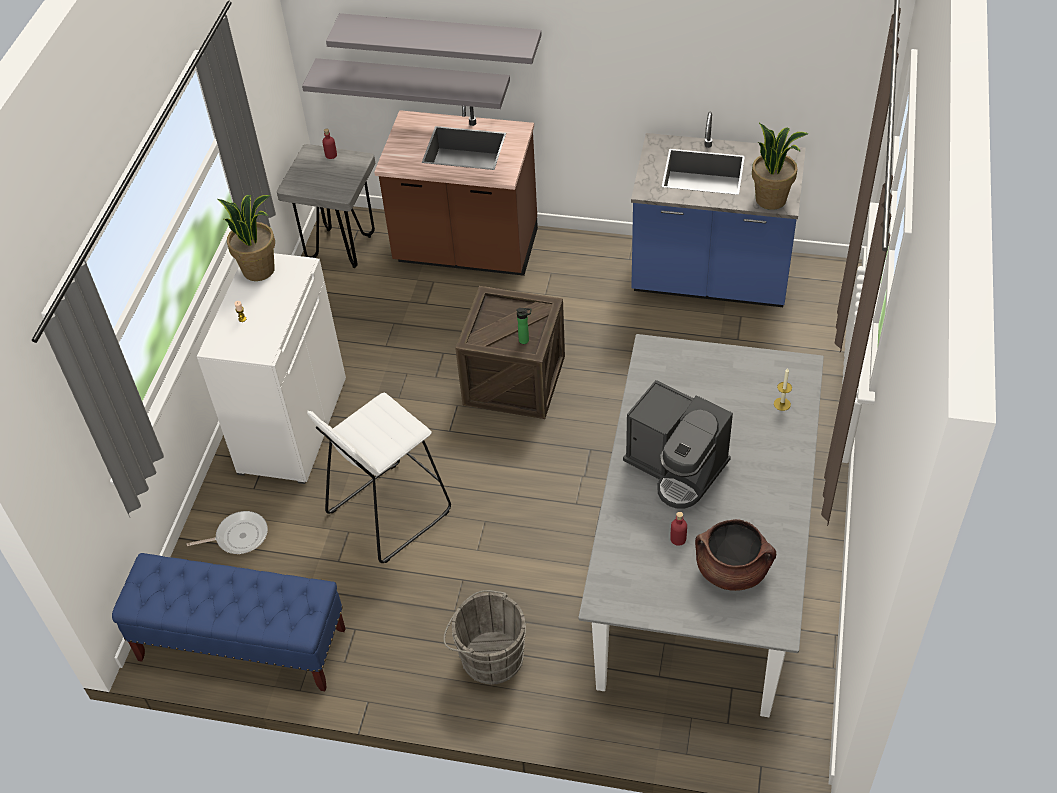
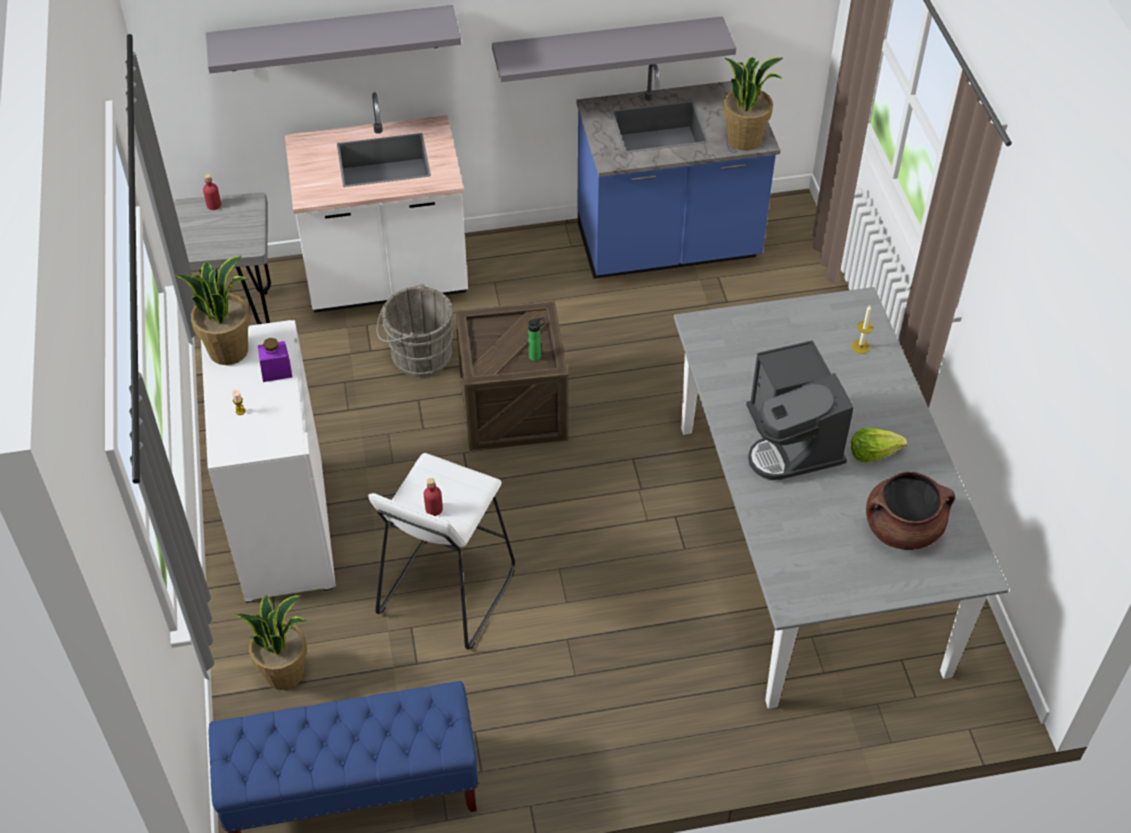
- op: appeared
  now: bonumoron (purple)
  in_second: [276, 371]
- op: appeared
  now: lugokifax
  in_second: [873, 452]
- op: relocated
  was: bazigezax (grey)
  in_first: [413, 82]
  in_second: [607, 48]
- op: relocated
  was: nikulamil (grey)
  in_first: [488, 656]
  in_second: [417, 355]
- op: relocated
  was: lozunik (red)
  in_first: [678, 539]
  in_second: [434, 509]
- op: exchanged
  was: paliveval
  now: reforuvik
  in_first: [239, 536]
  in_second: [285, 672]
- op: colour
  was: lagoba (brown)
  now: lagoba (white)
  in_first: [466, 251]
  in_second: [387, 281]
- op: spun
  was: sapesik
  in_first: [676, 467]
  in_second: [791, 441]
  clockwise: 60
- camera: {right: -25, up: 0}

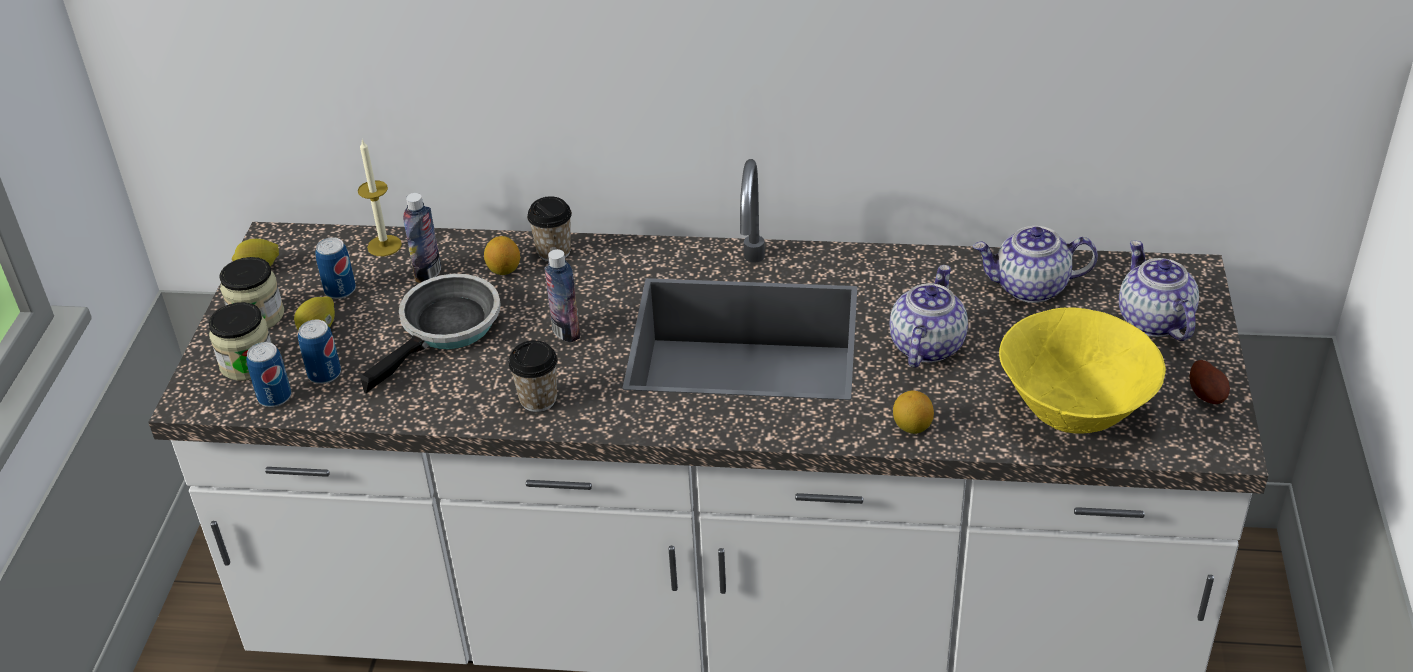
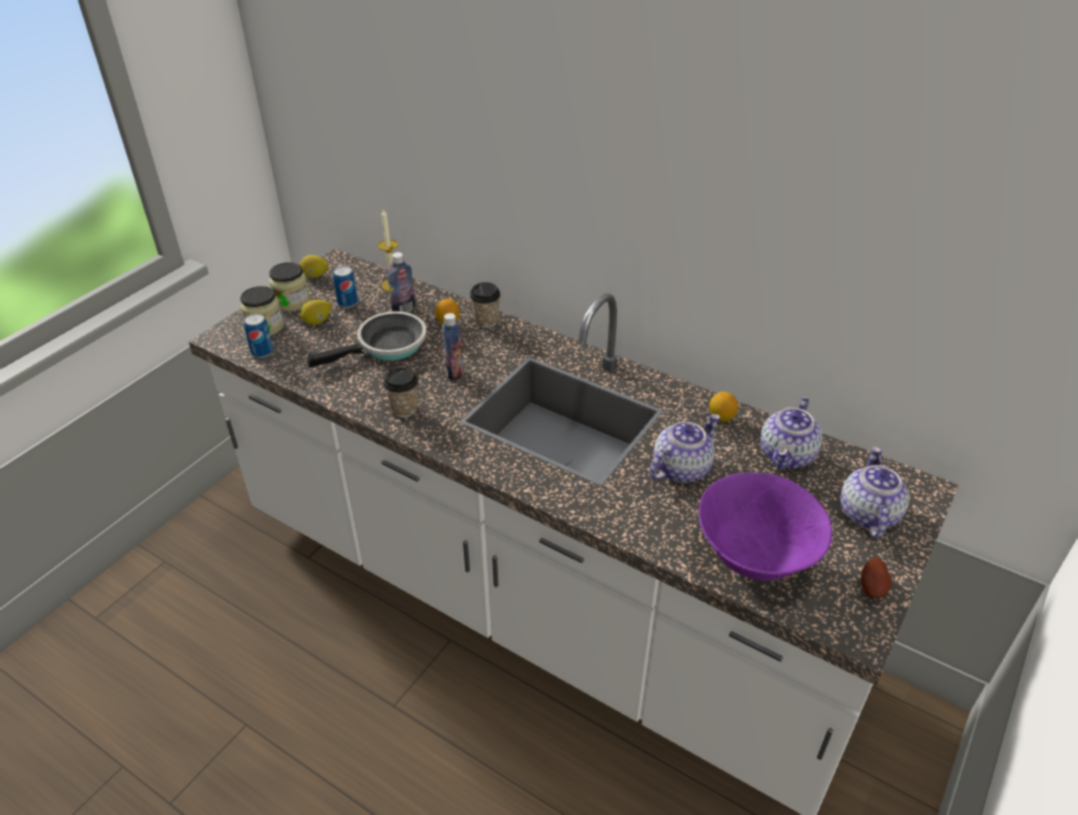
- op: missing
  was: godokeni
  in_first: [324, 374]
- op: relocated
  was: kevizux
  in_first: [912, 427]
  in_second: [721, 417]
- op: colour
  was: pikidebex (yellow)
  now: pikidebex (purple)
  in_first: [1074, 415]
  in_second: [755, 561]
- op: spun
  was: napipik
  in_first: [1030, 287]
  in_second: [787, 455]
  clockwise: -90
- camera: {right: 25, up: 0}

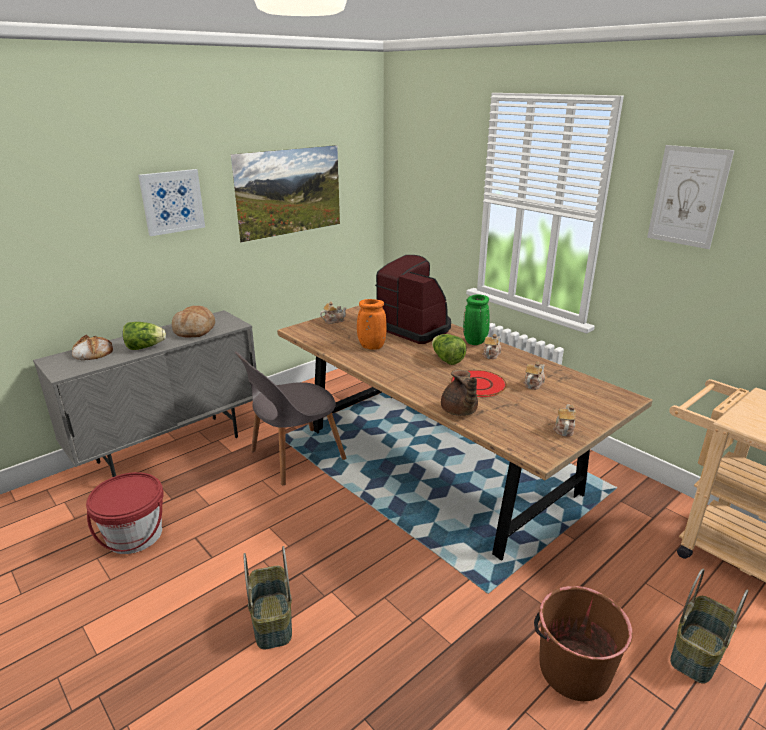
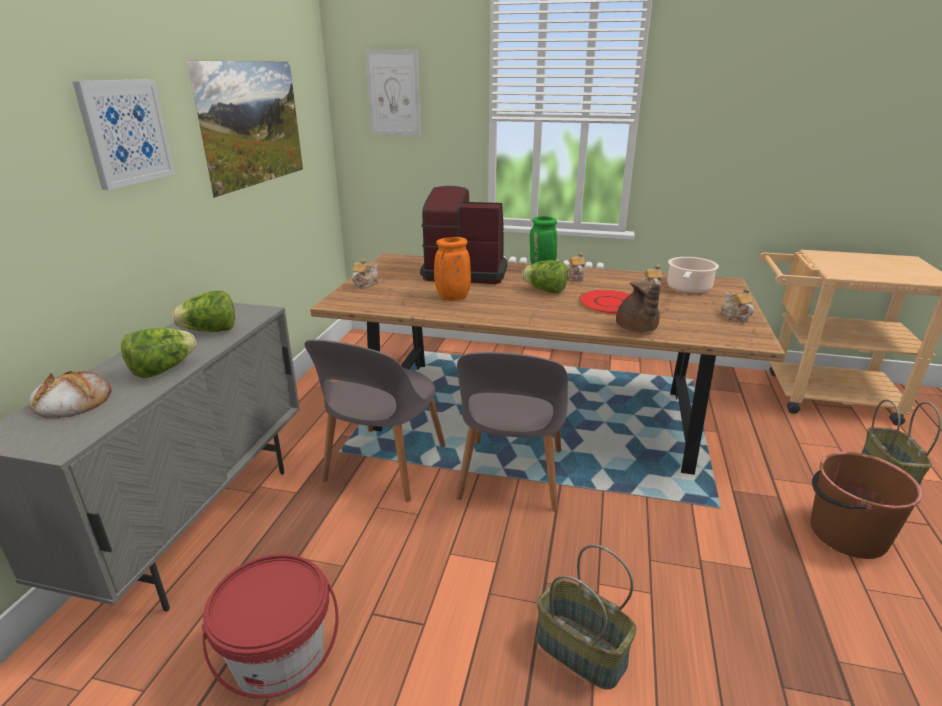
- op: appeared
  now: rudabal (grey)
  in_second: [511, 477]
- op: appeared
  now: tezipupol
  in_second: [688, 289]
- op: relocated
  was: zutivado
  in_first: [688, 196]
  in_second: [393, 93]
- op: exchanged
  was: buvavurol
  now: lugokifax
  in_first: [195, 330]
  in_second: [210, 331]
- op: spun
  was: napipik (brown)
  in_first: [459, 411]
  in_second: [636, 329]
  clockwise: 45
- camera: {right: -35, up: 0}

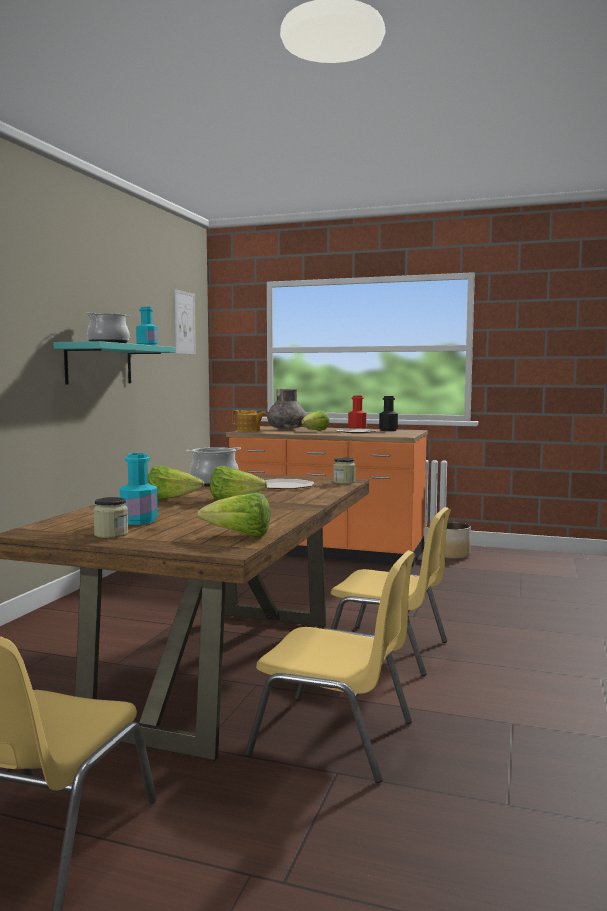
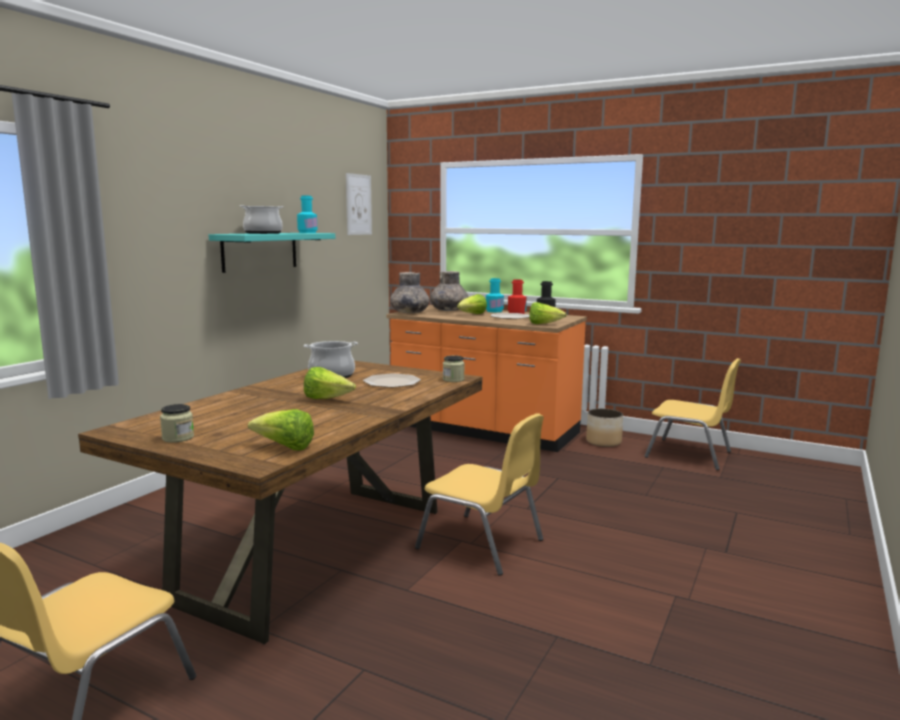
- op: relocated
  was: lozunik (turquoise)
  in_first: [139, 521]
  in_second: [494, 311]
- op: relocated
  was: lugokifax
  in_first: [171, 499]
  in_second: [544, 324]
- op: relocated
  was: rudabal (yellow)
  in_first: [335, 738]
  in_second: [690, 455]
- op: exchanged
  was: napipik
  now: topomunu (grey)
  in_first: [249, 431]
  in_second: [409, 312]
- camera: {right: 10, up: 5}

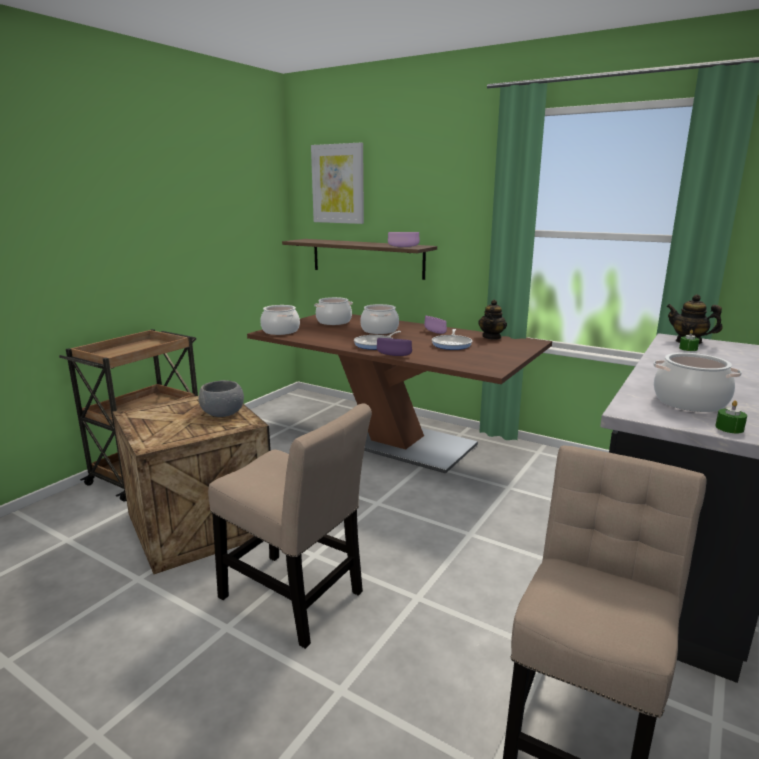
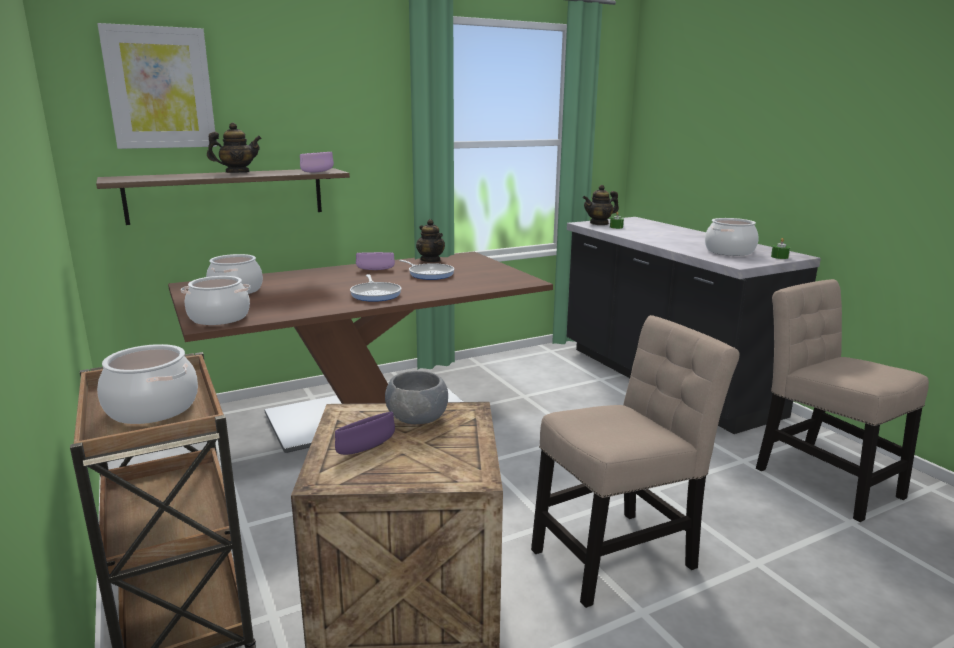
- op: appeared
  now: napipik
  in_second: [237, 173]
- op: relocated
  was: tezipupol
  in_first: [379, 330]
  in_second: [151, 408]
- op: relocated
  was: pikidebex (purple)
  in_first: [394, 355]
  in_second: [366, 448]
- camera: {right: -60, up: 0}

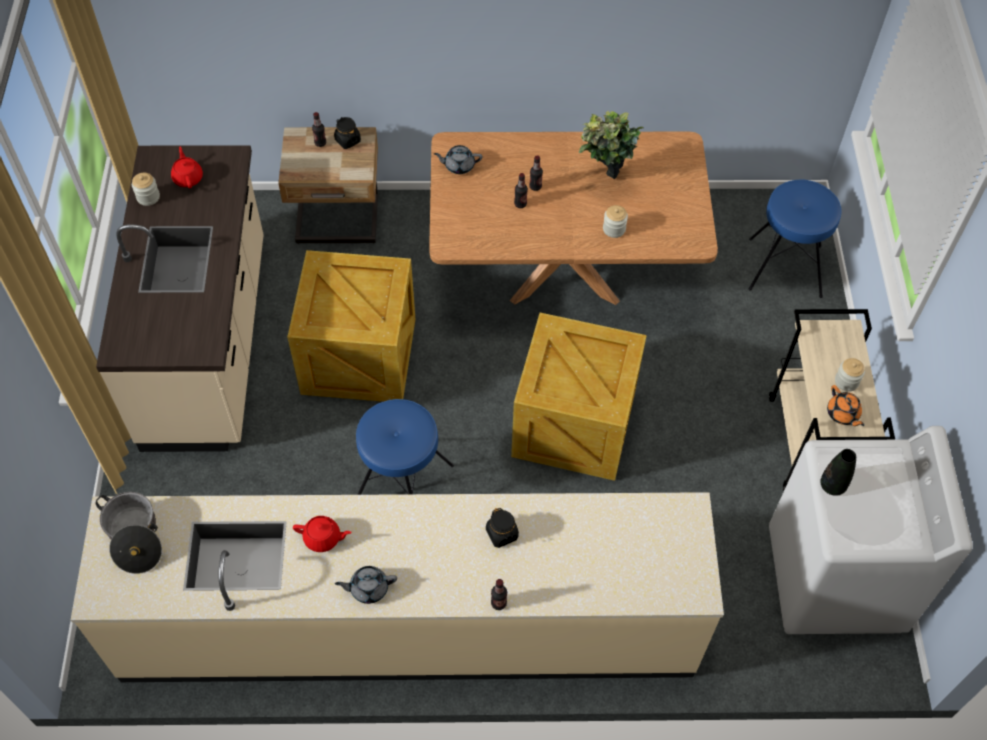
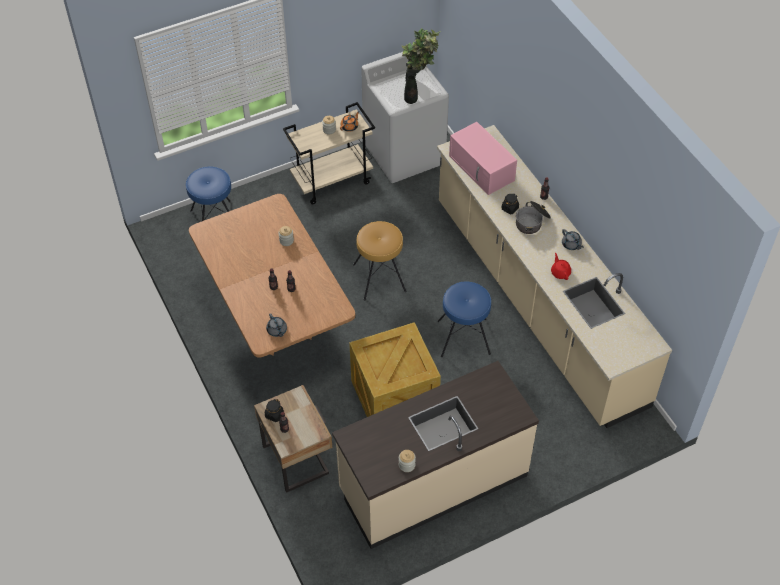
- op: missing
  was: napipik (red)
  in_first: [188, 178]
- op: appeared
  now: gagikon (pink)
  in_second: [482, 168]
- op: relocated
  was: tezipupol
  in_first: [135, 538]
  in_second: [532, 222]
- op: relocated
  was: reforuvik
  in_first: [603, 184]
  in_second: [420, 81]
- op: exchanged
  was: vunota
  now: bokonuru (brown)
  in_first: [575, 426]
  in_second: [380, 277]
- camera: {right: -115, up: -5}

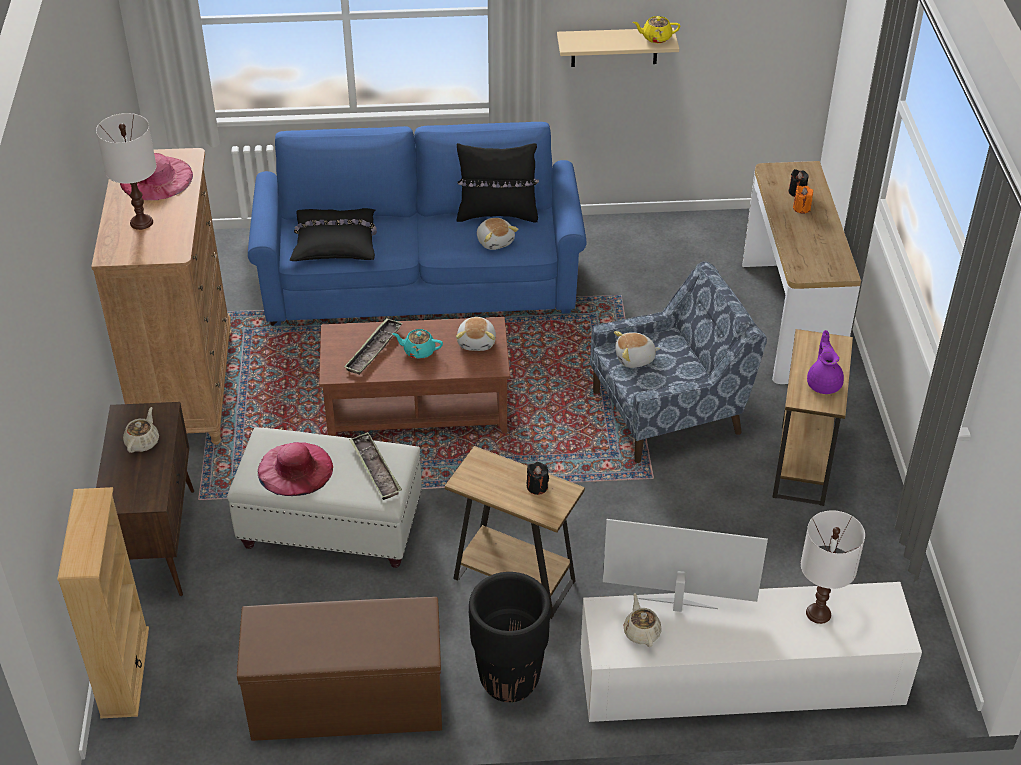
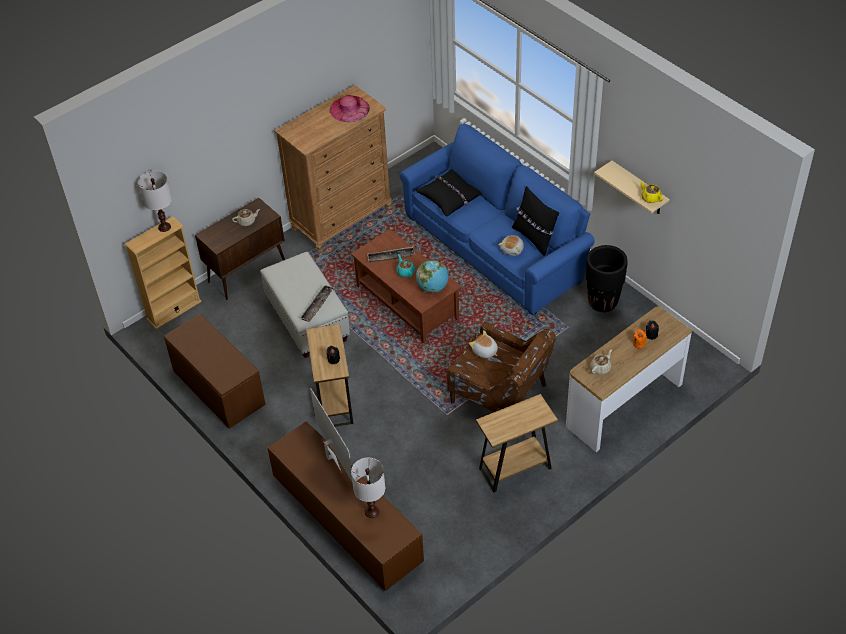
- op: missing
  was: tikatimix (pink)
  in_first: [295, 469]
- op: missing
  was: napipik (purple)
  in_first: [824, 383]
- op: relocated
  was: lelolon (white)
  in_first: [141, 222]
  in_second: [164, 227]
- op: relocated
  was: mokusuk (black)
  in_first: [509, 680]
  in_second: [603, 302]
- op: relocated
  was: napipik (beige)
  in_first: [641, 632]
  in_second: [601, 368]
- op: exchanged
  was: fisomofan
  now: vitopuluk
  in_first: [477, 342]
  in_second: [432, 287]
- op: colour
  was: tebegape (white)
  now: tebegape (brown)
  in_first: [738, 682]
  in_second: [345, 518]
- op: colour
  was: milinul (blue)
  now: milinul (brown)
  in_first: [669, 412]
  in_second: [500, 395]
- camera: {right: 55, up: 5}

